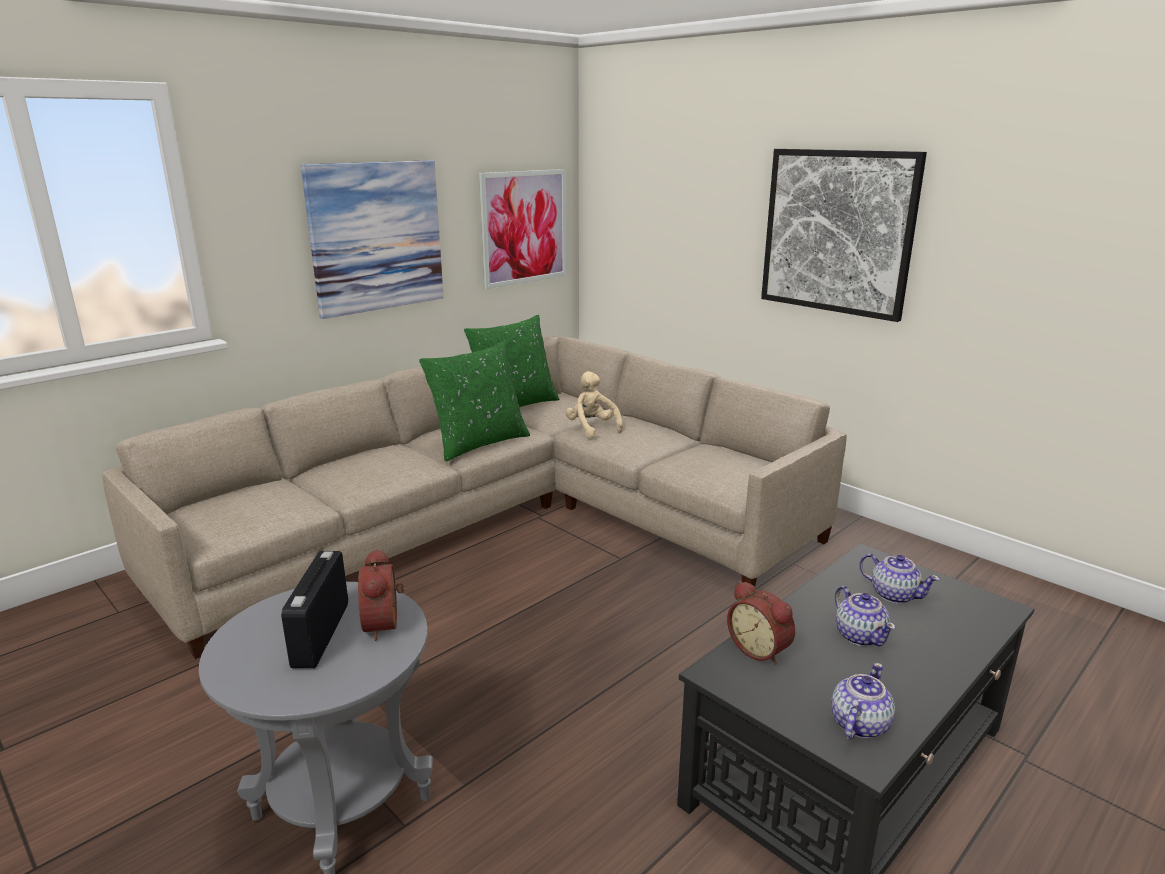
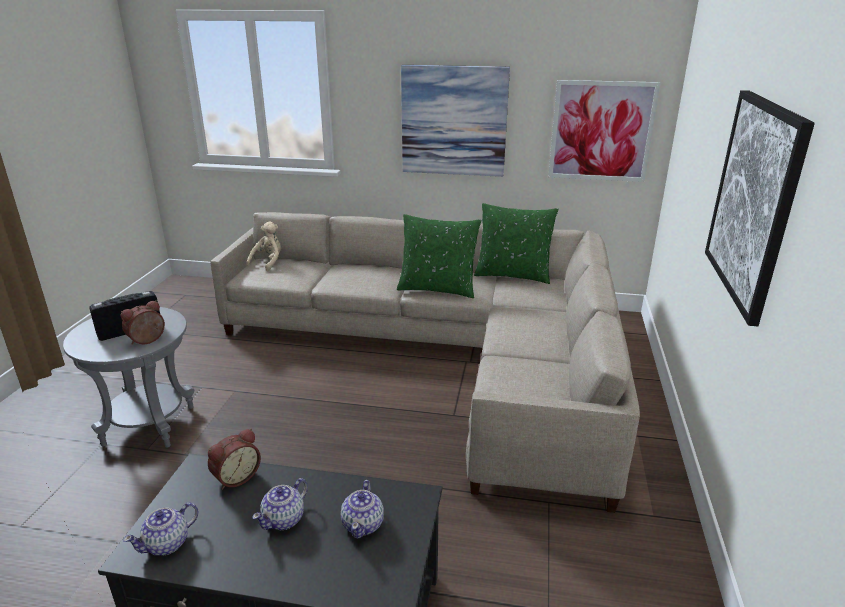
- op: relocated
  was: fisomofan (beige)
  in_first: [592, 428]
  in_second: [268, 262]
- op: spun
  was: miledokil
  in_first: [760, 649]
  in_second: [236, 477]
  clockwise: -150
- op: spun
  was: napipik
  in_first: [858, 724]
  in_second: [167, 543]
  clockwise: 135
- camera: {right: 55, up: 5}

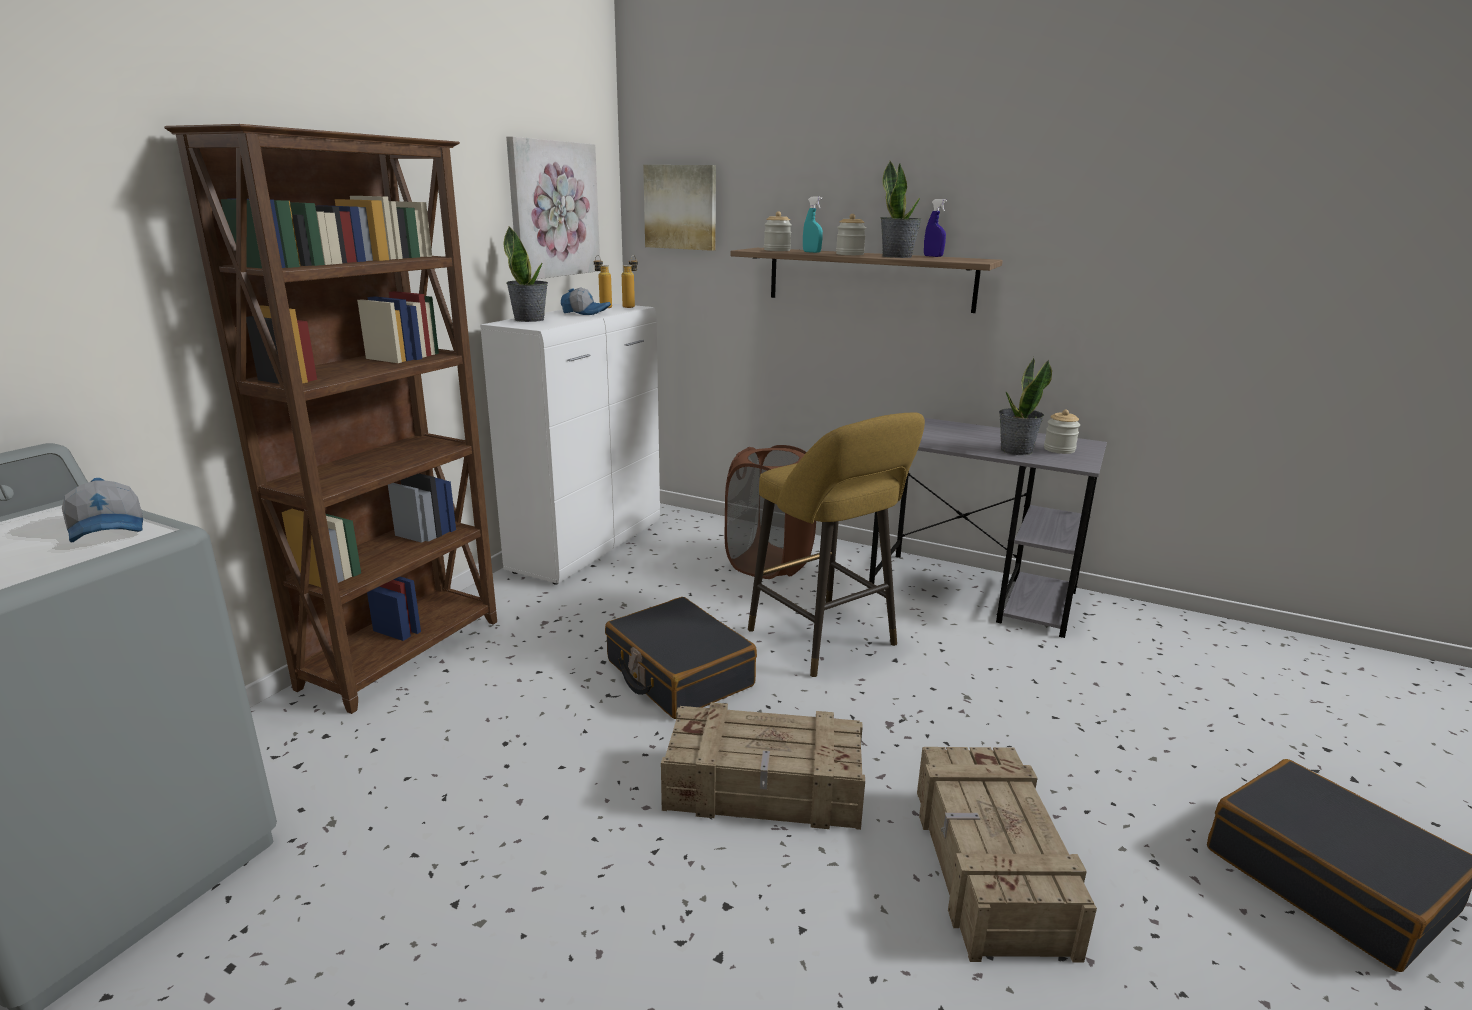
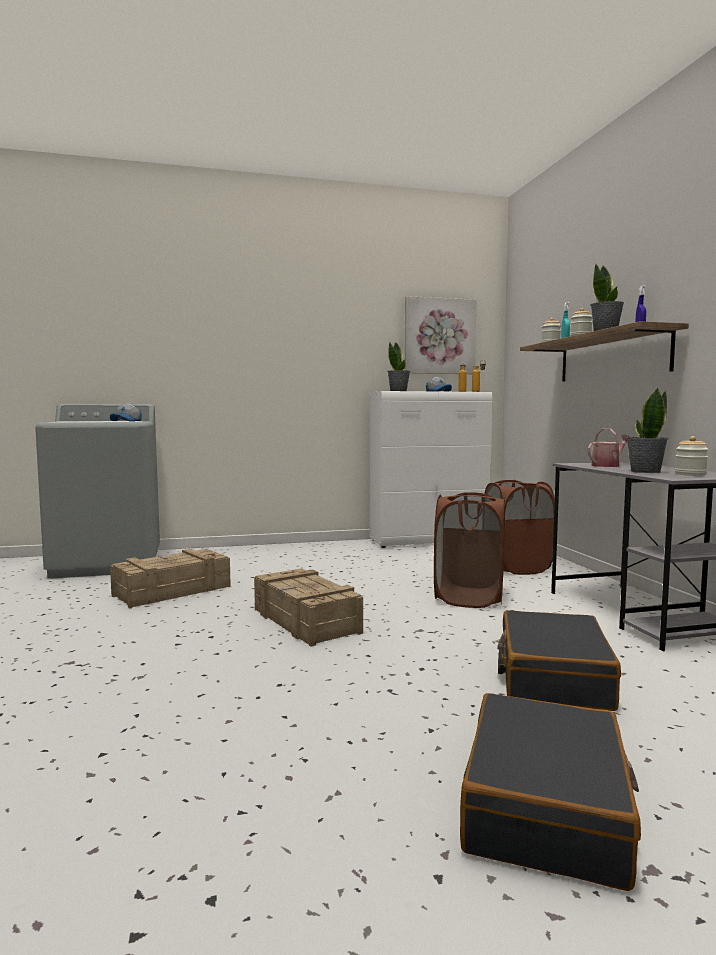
- op: missing
  was: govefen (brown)
  in_first: [406, 653]
- op: missing
  was: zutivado
  in_first: [681, 207]
- op: appeared
  now: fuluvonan
  in_second: [608, 465]
- op: relocated
  was: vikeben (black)
  in_first: [678, 673]
  in_second: [552, 677]
- op: relocated
  was: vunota
  in_first: [988, 868]
  in_second: [171, 591]
- op: exchanged
  was: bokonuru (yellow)
  now: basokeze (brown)
  in_first: [827, 641]
  in_second: [469, 598]
- camera: {right: 50, up: -15}

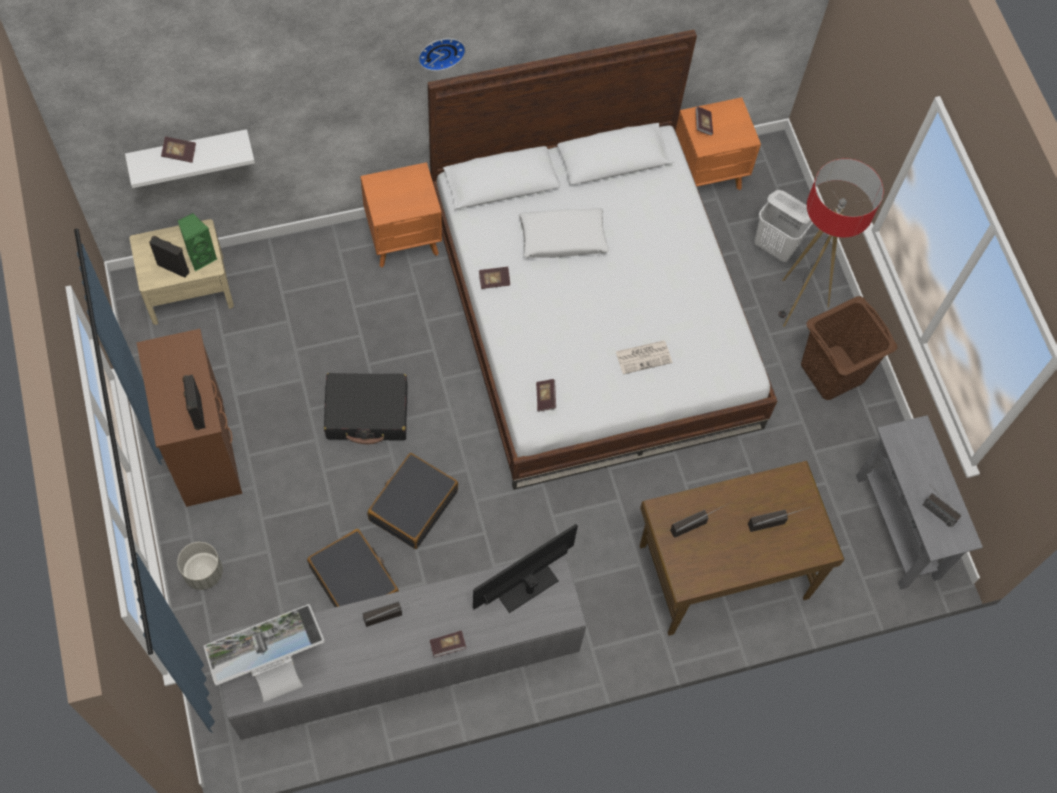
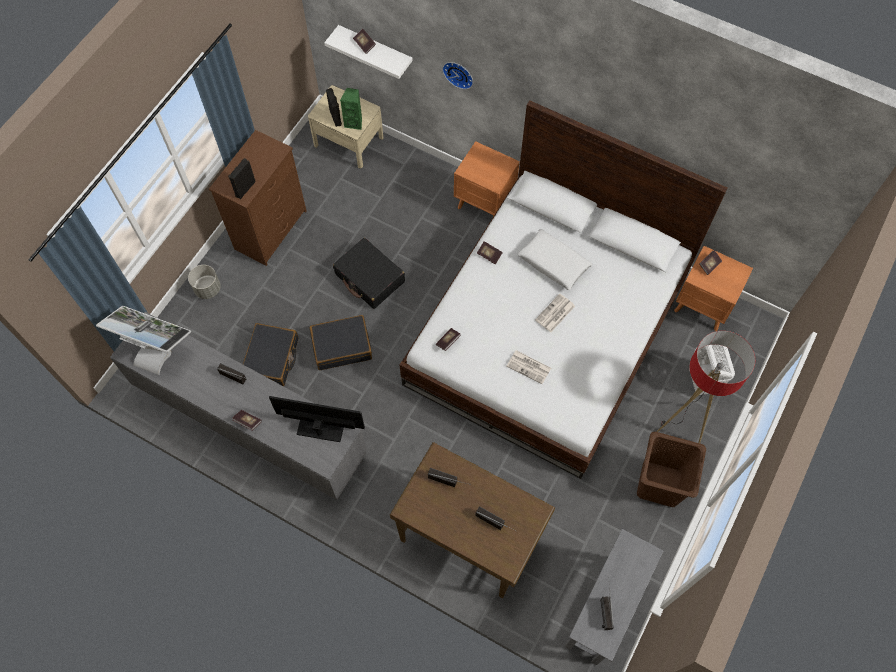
- op: appeared
  now: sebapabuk
  in_second: [555, 313]
- op: relocated
  was: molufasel
  in_first: [441, 51]
  in_second: [459, 73]
- camera: {right: 50, up: 0}

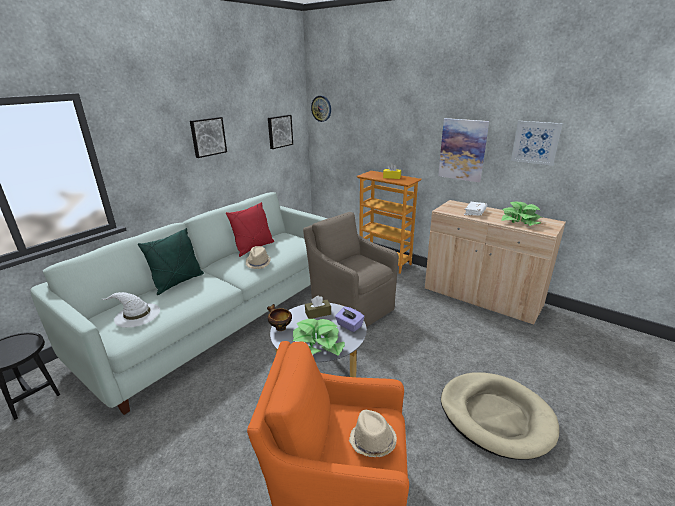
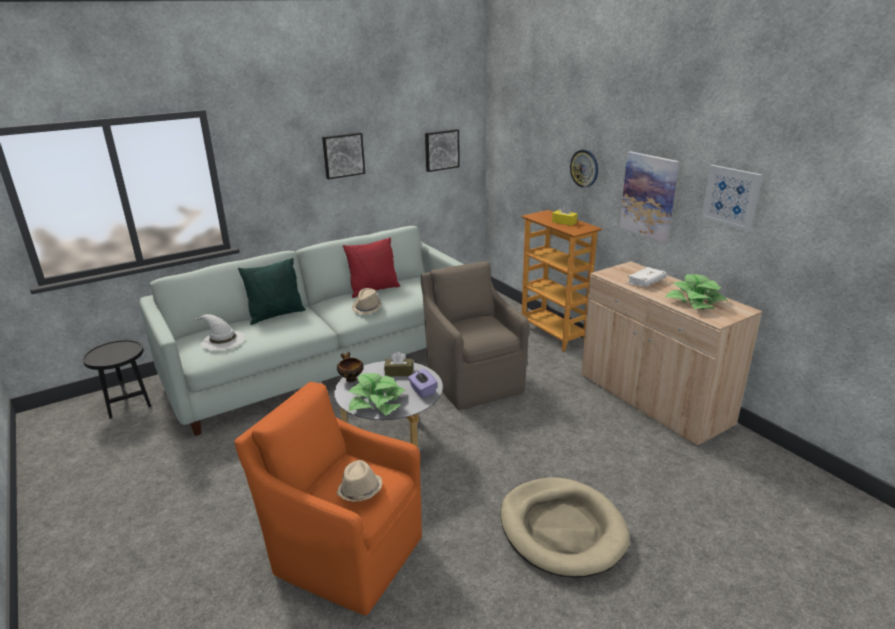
- op: relocated
  was: molufasel
  in_first: [321, 108]
  in_second: [584, 168]
- camera: {right: 20, up: 0}

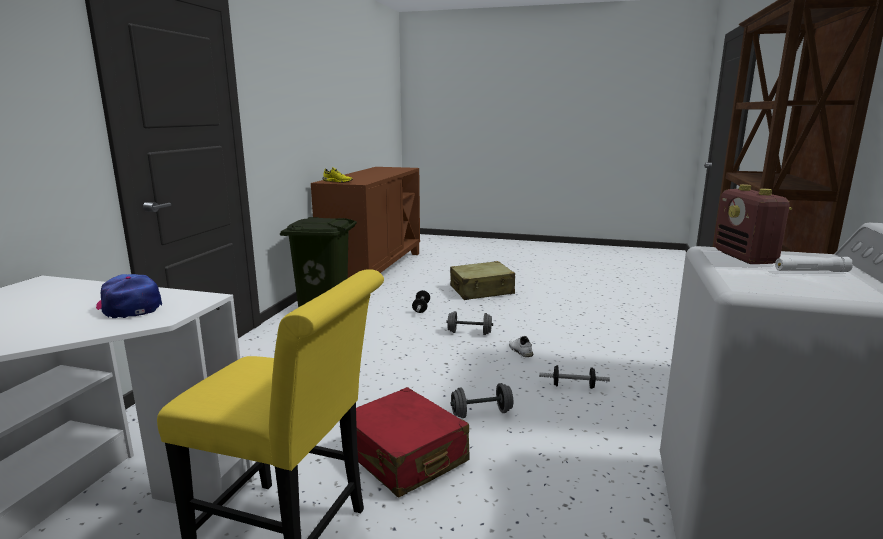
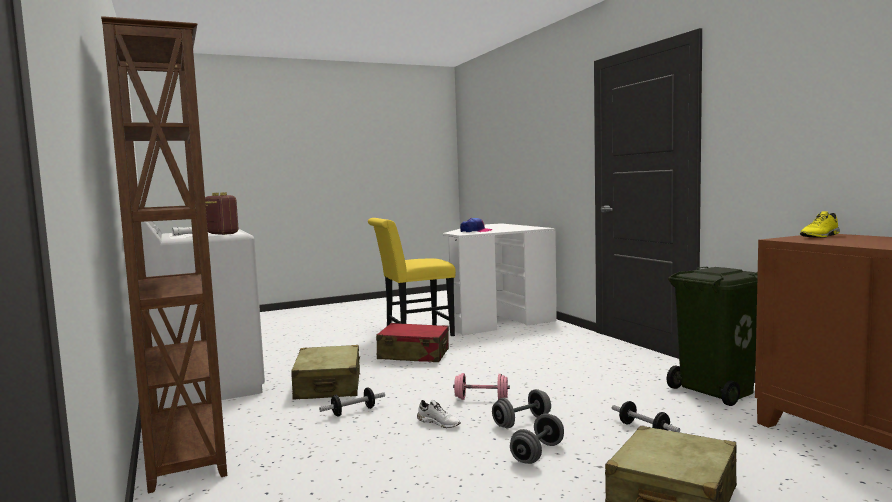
- op: appeared
  now: vikeben (beige)
  in_second: [328, 386]
- op: appeared
  now: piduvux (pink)
  in_second: [481, 399]
- op: relocated
  was: piduvux (grey)
  in_first: [481, 413]
  in_second: [537, 453]
- camera: {right: 140, up: -10}

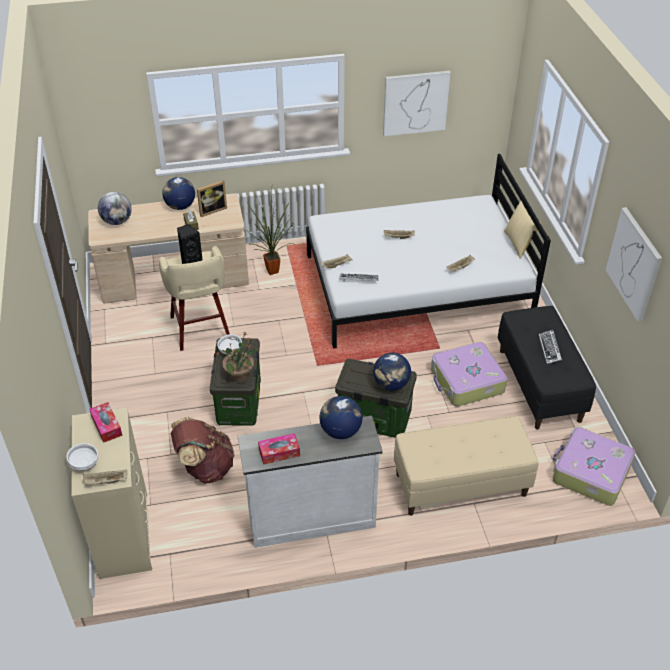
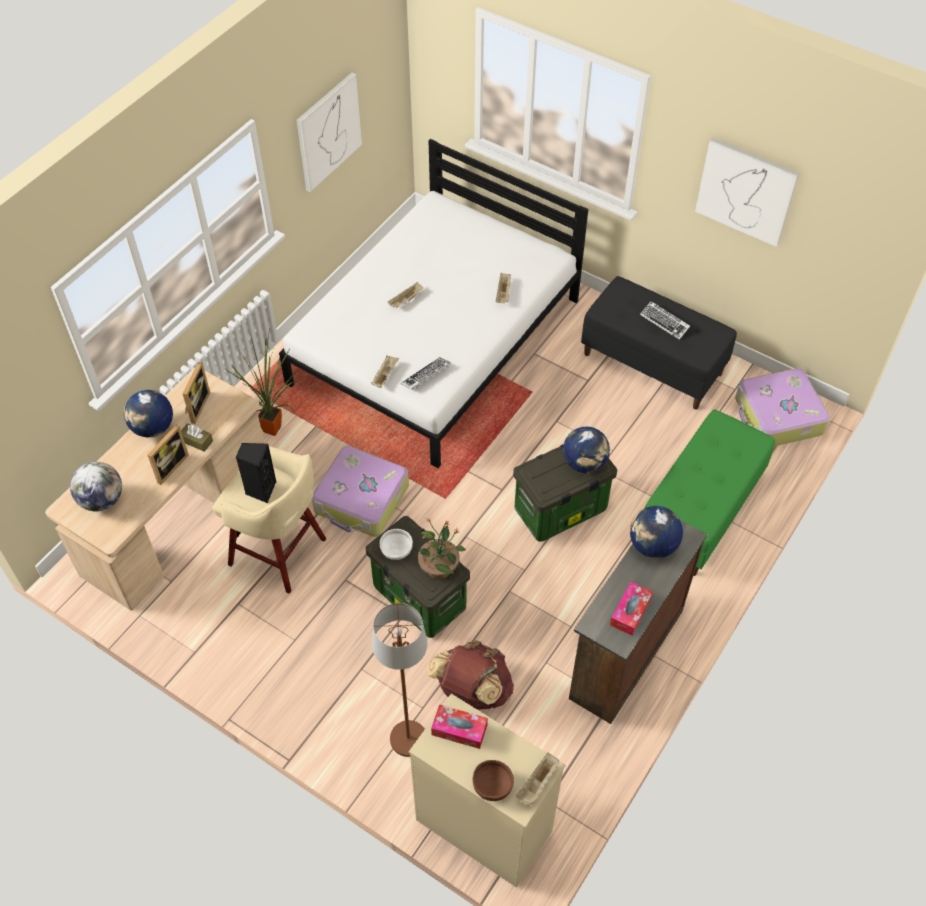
- op: missing
  was: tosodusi
  in_first: [519, 243]
- op: appeared
  now: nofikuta
  in_second: [169, 466]
- op: appeared
  now: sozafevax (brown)
  in_second: [408, 739]
- op: relocated
  was: vikeben
  in_first: [466, 382]
  in_second: [361, 500]
- op: colour
  was: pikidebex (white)
  now: pikidebex (brown)
  in_first: [85, 463]
  in_second: [493, 785]
- op: colour
  was: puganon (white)
  now: puganon (brown)
  in_first: [310, 519]
  in_second: [624, 653]
- op: colour
  was: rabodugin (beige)
  now: rabodugin (green)
  in_first: [460, 485]
  in_second: [700, 512]
- camera: {right: -45, up: 10}

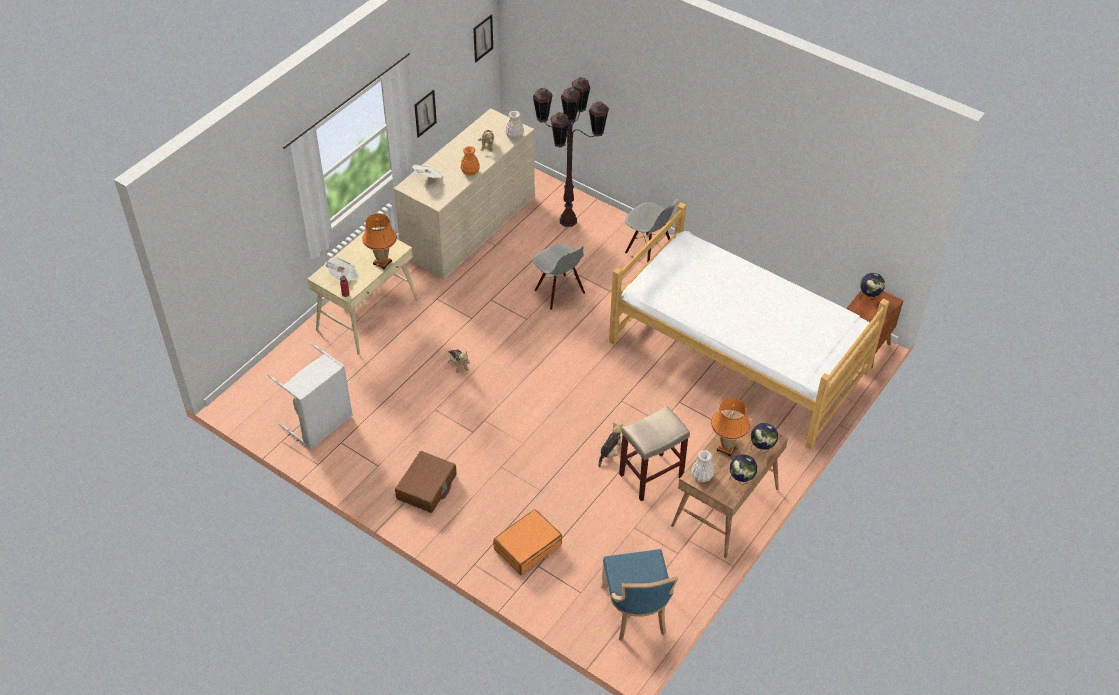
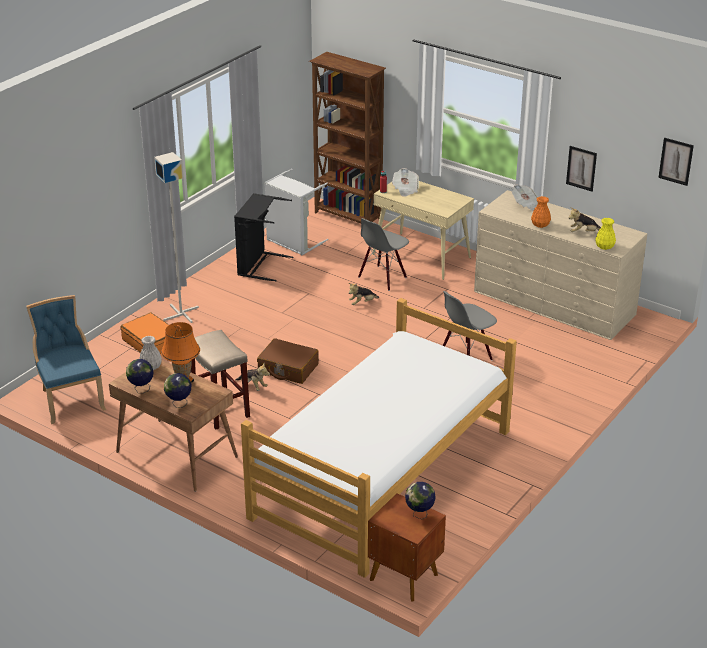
- op: missing
  was: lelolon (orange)
  in_first: [382, 262]
- op: missing
  was: sozafevax (brown)
  in_first: [568, 220]
- op: appeared
  now: sozafevax (grey)
  in_second: [181, 313]
- op: appeared
  now: basokeze (black)
  in_second: [259, 265]
- op: appeared
  now: govefen (brown)
  in_second: [348, 217]
- op: relocated
  was: vikeben (brown)
  in_first: [427, 487]
  in_second: [288, 368]
- op: relocated
  was: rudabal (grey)
  in_first: [648, 250]
  in_second: [382, 278]
- op: colour
  was: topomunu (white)
  now: topomunu (yellow)
  in_first: [514, 136]
  in_second: [604, 247]
- op: spun
  was: rudabal (blue)
  in_first: [636, 612]
  in_second: [70, 399]
  clockwise: 75
- camera: {right: 90, up: -15}

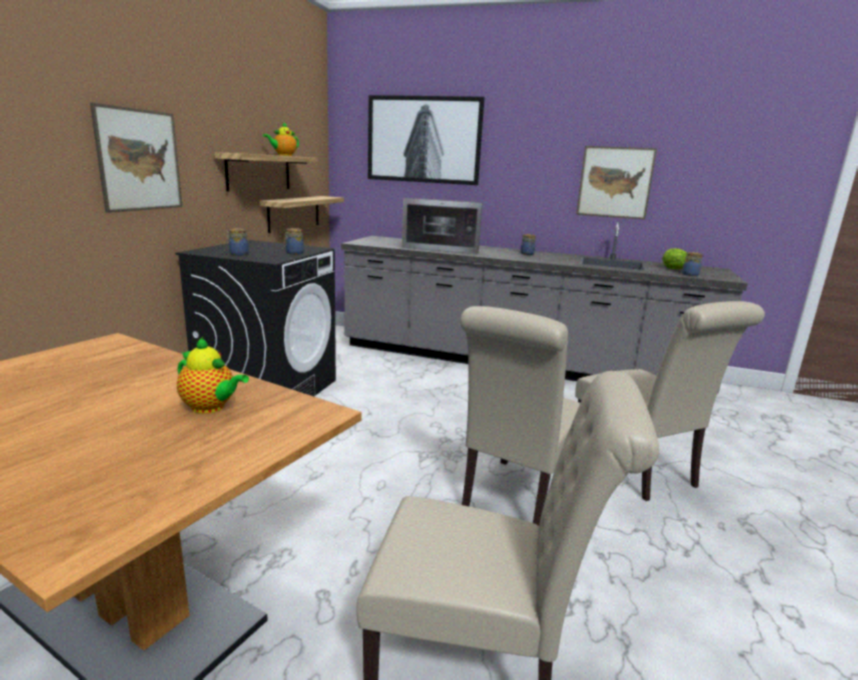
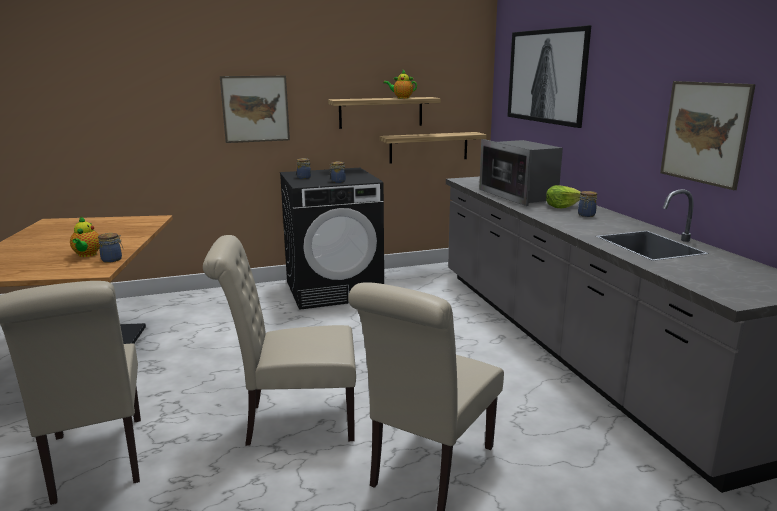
- op: relocated
  was: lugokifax
  in_first: [673, 268]
  in_second: [561, 206]
- op: relocated
  was: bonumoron
  in_first: [689, 274]
  in_second: [113, 259]
- camera: {right: 55, up: 0}

